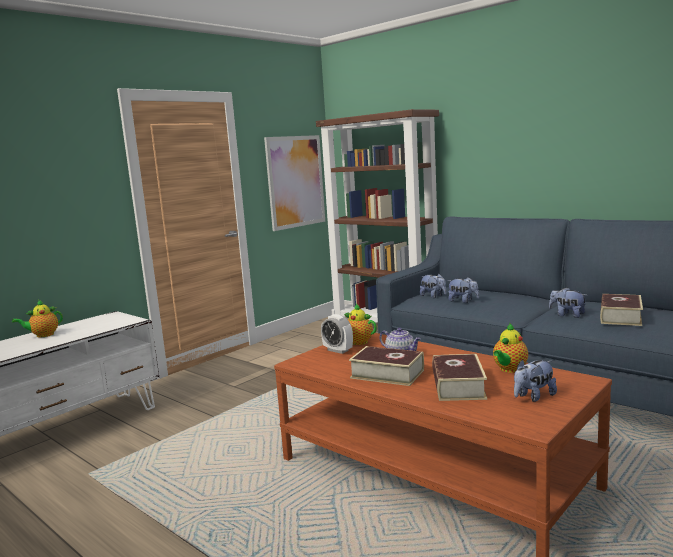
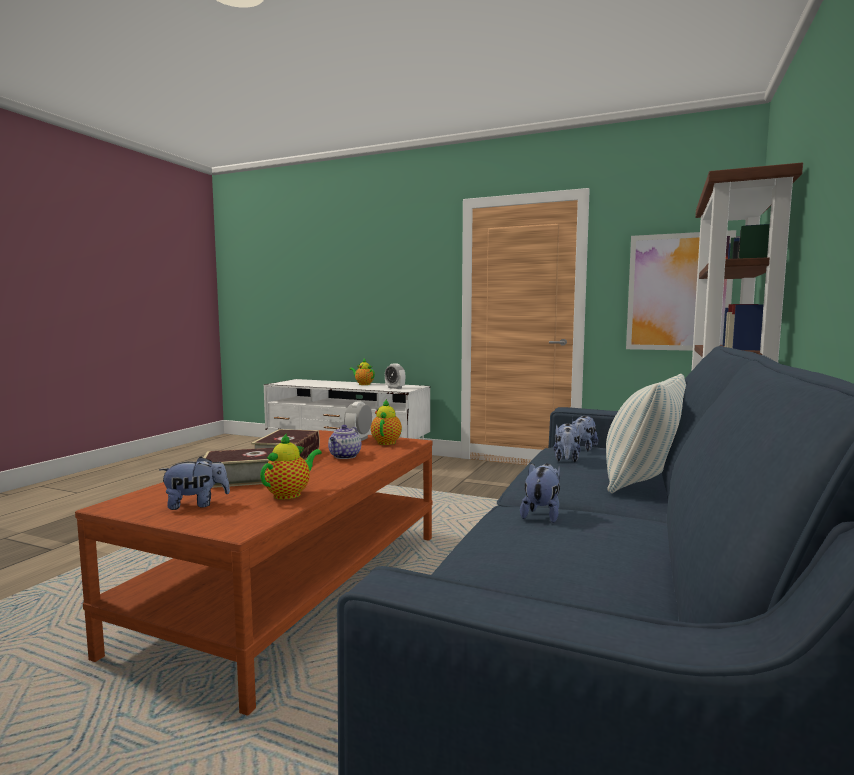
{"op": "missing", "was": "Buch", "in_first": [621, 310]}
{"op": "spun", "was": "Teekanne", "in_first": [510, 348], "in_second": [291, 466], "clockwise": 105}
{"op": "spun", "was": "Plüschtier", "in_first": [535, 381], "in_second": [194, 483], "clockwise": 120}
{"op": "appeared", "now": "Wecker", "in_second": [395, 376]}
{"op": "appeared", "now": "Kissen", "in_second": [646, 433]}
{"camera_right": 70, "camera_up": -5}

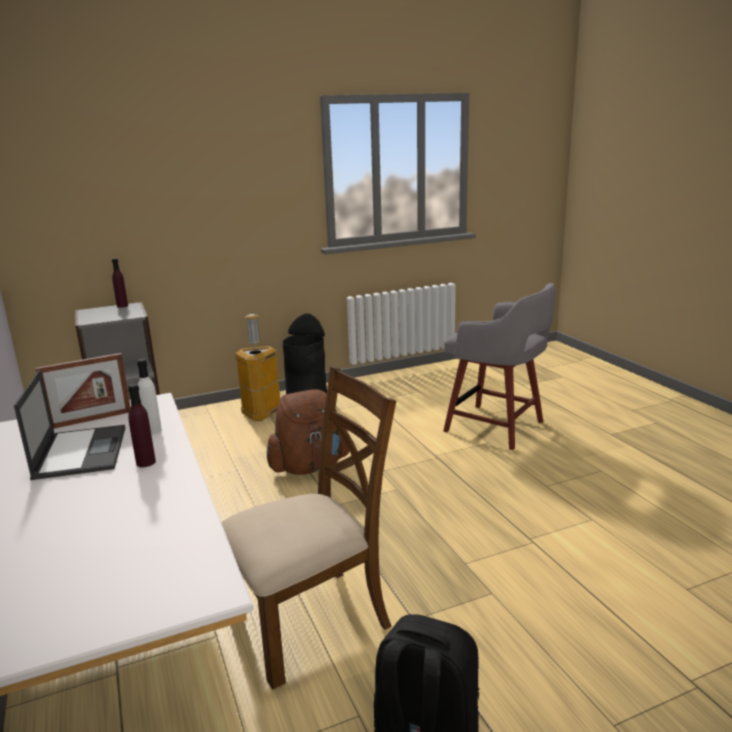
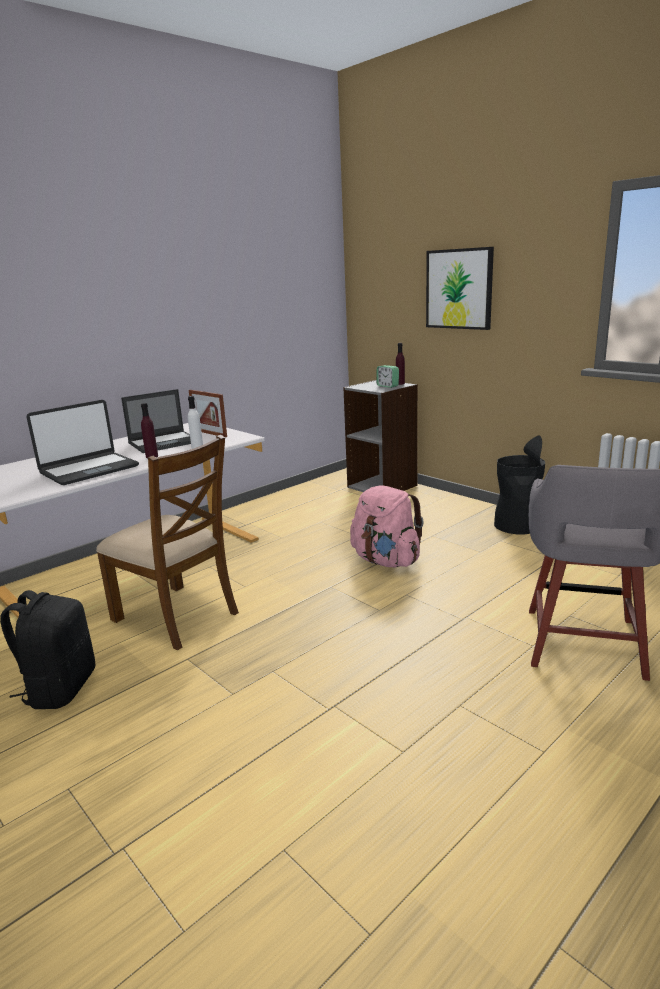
{"op": "missing", "was": "Mülleimer", "in_first": [257, 367]}
{"op": "colour", "was": "Rucksack (braun)", "now": "Rucksack (rosa)", "in_first": [308, 432], "in_second": [387, 526]}
{"op": "appeared", "now": "Bild", "in_second": [460, 288]}
{"op": "appeared", "now": "Wecker", "in_second": [388, 376]}
{"op": "appeared", "now": "Laptop", "in_second": [83, 442]}
{"camera_right": 70, "camera_up": 0}

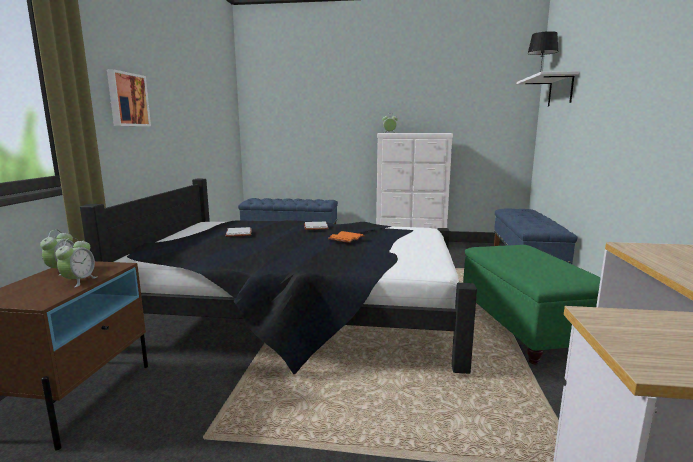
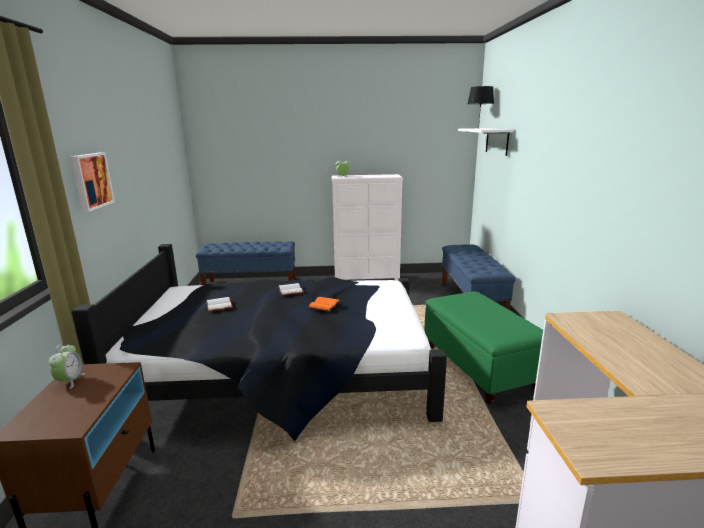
{"op": "missing", "was": "Wecker", "in_first": [76, 262]}
{"camera_right": -10, "camera_up": 5}

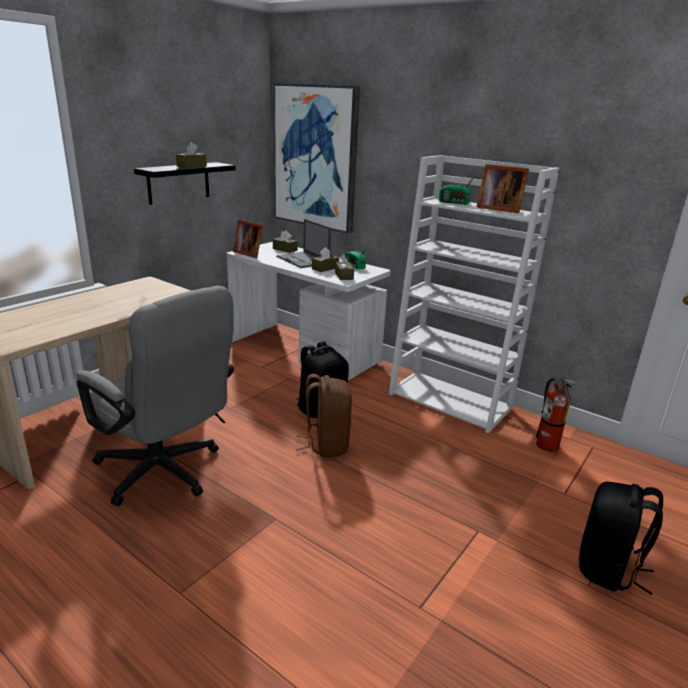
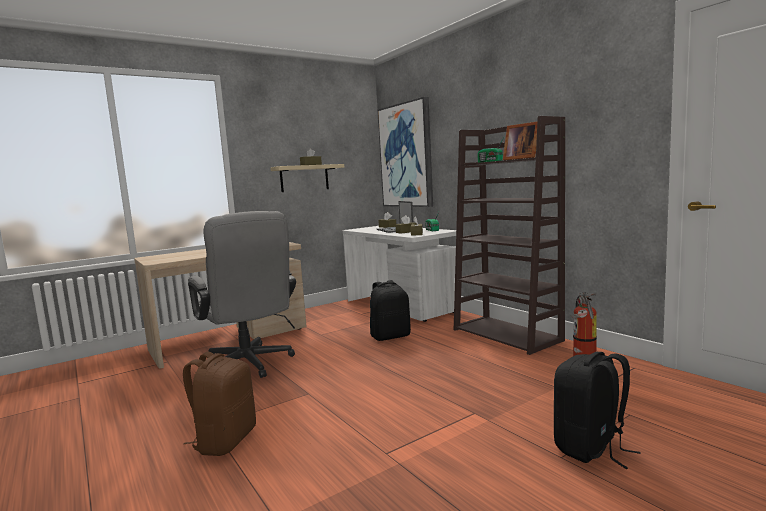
{"op": "colour", "was": "Bücherregal (weiß)", "now": "Bücherregal (braun)", "in_first": [474, 294], "in_second": [509, 235]}
{"op": "colour", "was": "Wandregal (schwarz)", "now": "Wandregal (beige)", "in_first": [185, 183], "in_second": [307, 178]}
{"op": "missing", "was": "Bilderrahmen", "in_first": [248, 238]}
{"op": "relocated", "was": "Rucksack (braun)", "in_first": [324, 415], "in_second": [219, 404]}
{"camera_right": 20, "camera_up": -15}

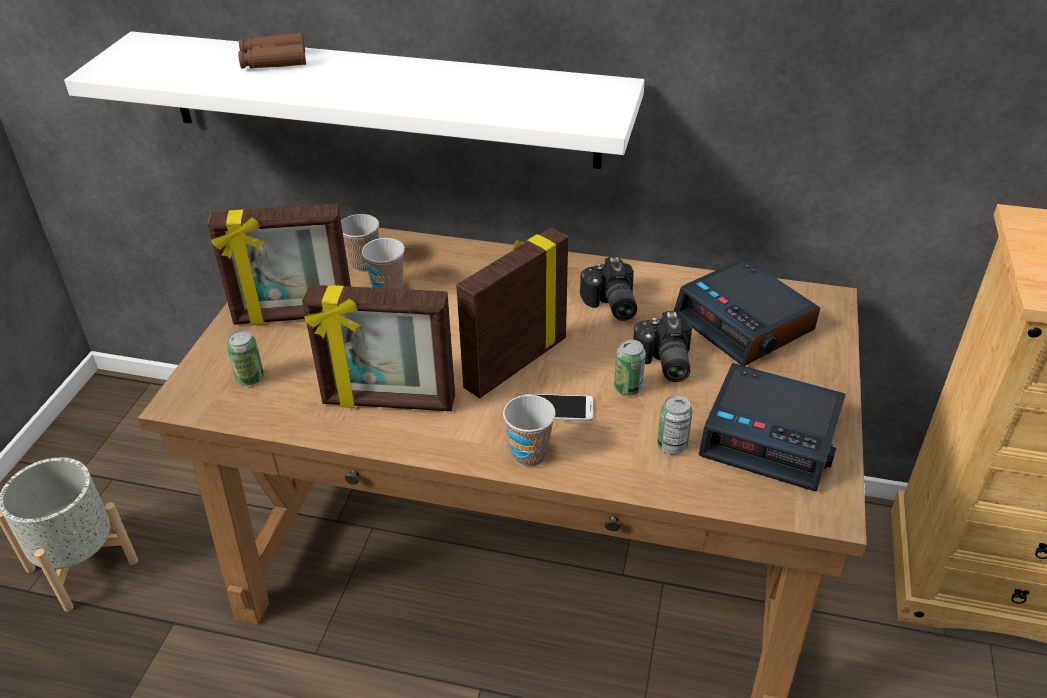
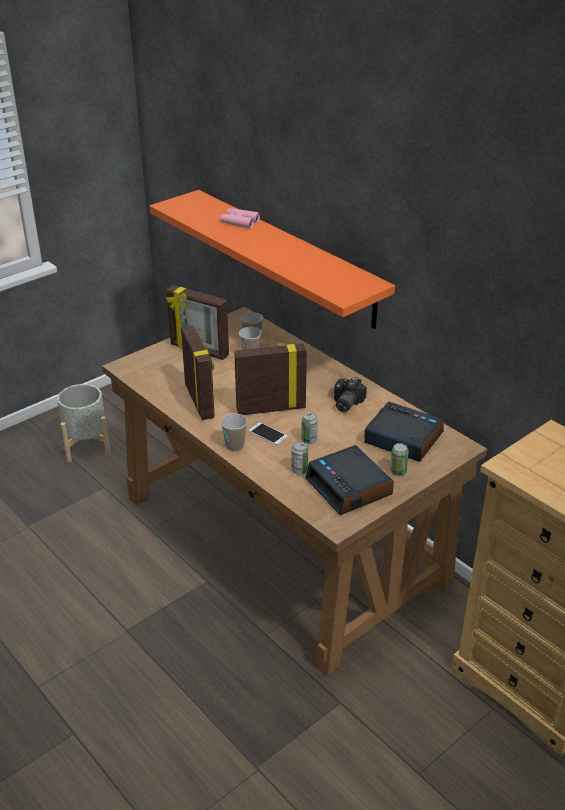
{"op": "colour", "was": "Wandregal (weiß)", "now": "Wandregal (orange)", "in_first": [354, 100], "in_second": [272, 259]}
{"op": "colour", "was": "Fernglas (braun)", "now": "Fernglas (rosa)", "in_first": [272, 51], "in_second": [240, 218]}
{"op": "spun", "was": "Wecker", "in_first": [747, 312], "in_second": [404, 431], "clockwise": 120}
{"op": "spun", "was": "Bilderrahmen", "in_first": [378, 348], "in_second": [197, 372], "clockwise": -150}
{"op": "missing", "was": "Kamera", "in_first": [662, 346]}
{"op": "relocated", "was": "Dose", "in_first": [245, 357], "in_second": [399, 459]}
{"camera_right": 35, "camera_up": -5}

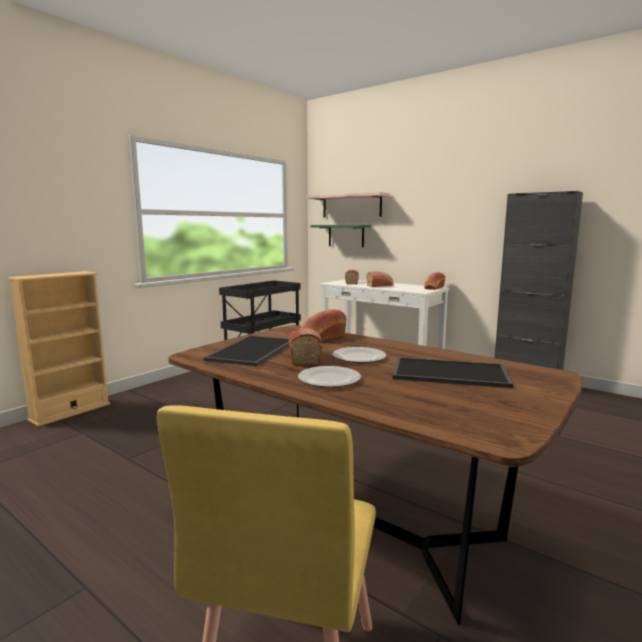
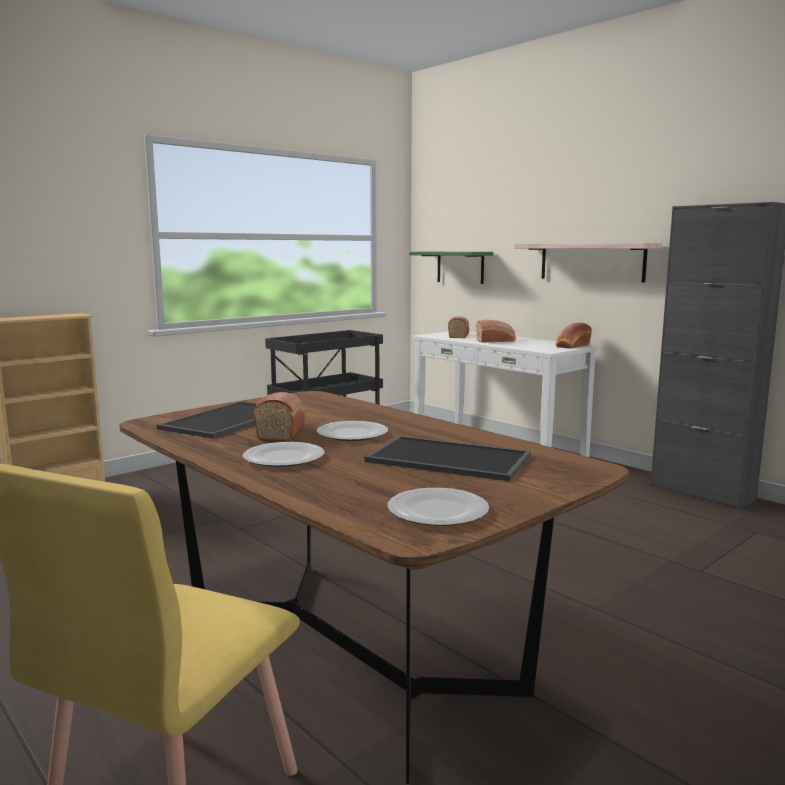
{"op": "relocated", "was": "Wandregal", "in_first": [348, 205], "in_second": [588, 263]}
{"op": "missing", "was": "Brot", "in_first": [324, 325]}
{"op": "appeared", "now": "Teller", "in_second": [438, 507]}
{"camera_right": 10, "camera_up": 0}

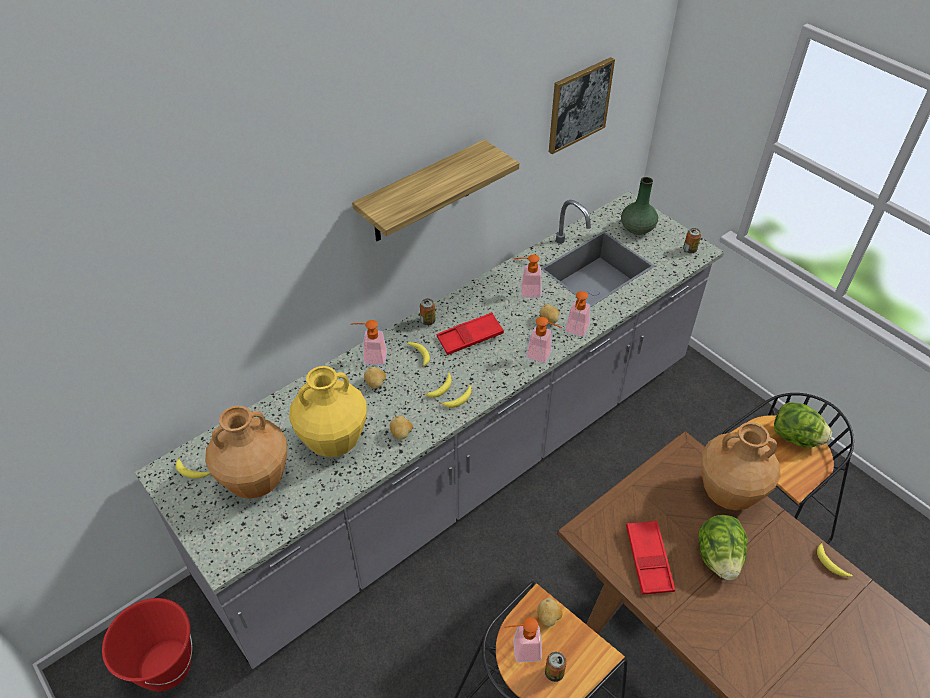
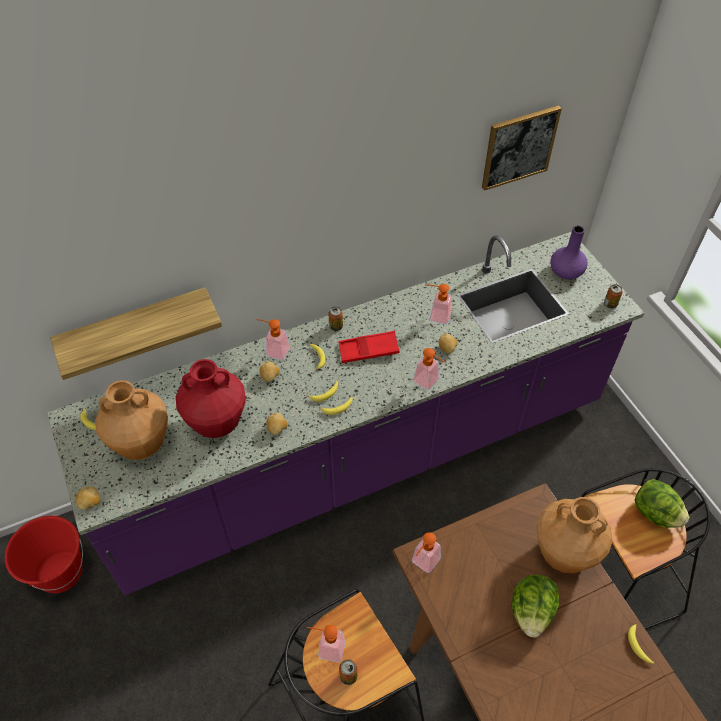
{"op": "relocated", "was": "Wandregal", "in_first": [435, 190], "in_second": [136, 333]}
{"op": "colour", "was": "Vase (grün)", "now": "Vase (lila)", "in_first": [639, 206], "in_second": [569, 252]}
{"op": "colour", "was": "Küchenzeile (grau)", "now": "Küchenzeile (lila)", "in_first": [429, 430], "in_second": [345, 413]}
{"op": "relocated", "was": "Seifenspender", "in_first": [577, 314], "in_second": [426, 552]}
{"op": "colour", "was": "Vase (gelb)", "now": "Vase (rot)", "in_first": [328, 411], "in_second": [211, 398]}
{"op": "missing", "was": "Tablett (rot)", "in_first": [650, 558]}
{"op": "relocated", "was": "Kartoffel", "in_first": [550, 612], "in_second": [88, 498]}
{"camera_right": 15, "camera_up": 5}

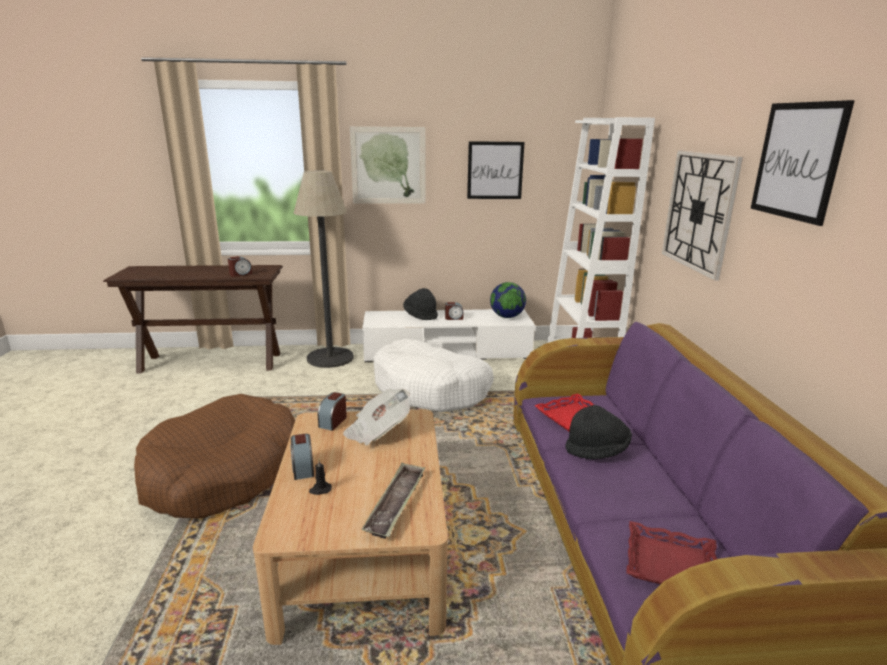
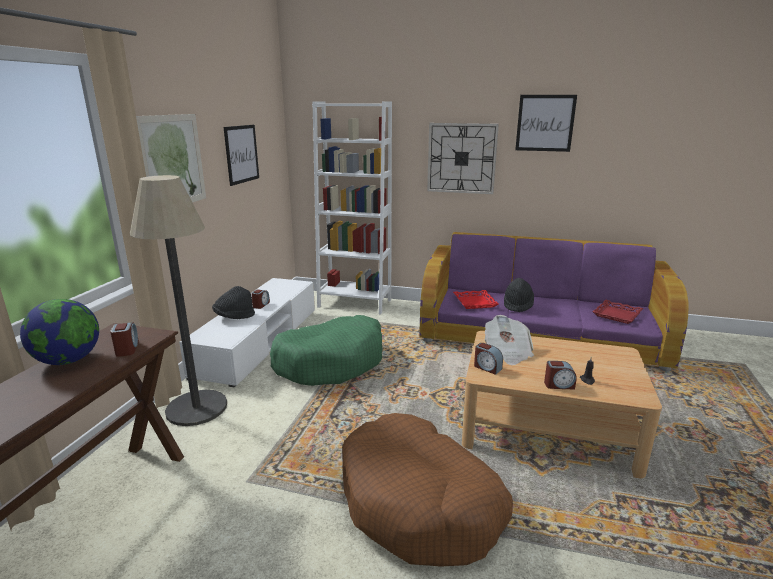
{"op": "relocated", "was": "Globus", "in_first": [508, 300], "in_second": [59, 332]}
{"op": "colour", "was": "Hundebett (weiß)", "now": "Hundebett (grün)", "in_first": [433, 375], "in_second": [326, 350]}
{"op": "missing", "was": "Tablett", "in_first": [393, 500]}
{"camera_right": -70, "camera_up": 0}

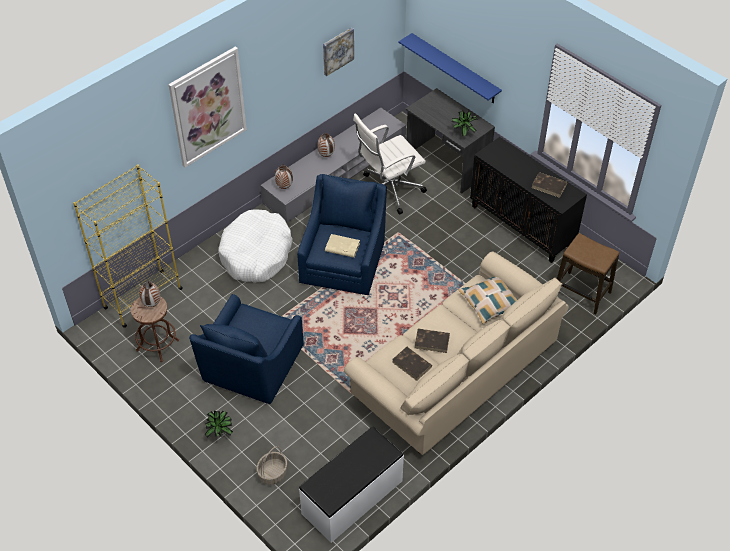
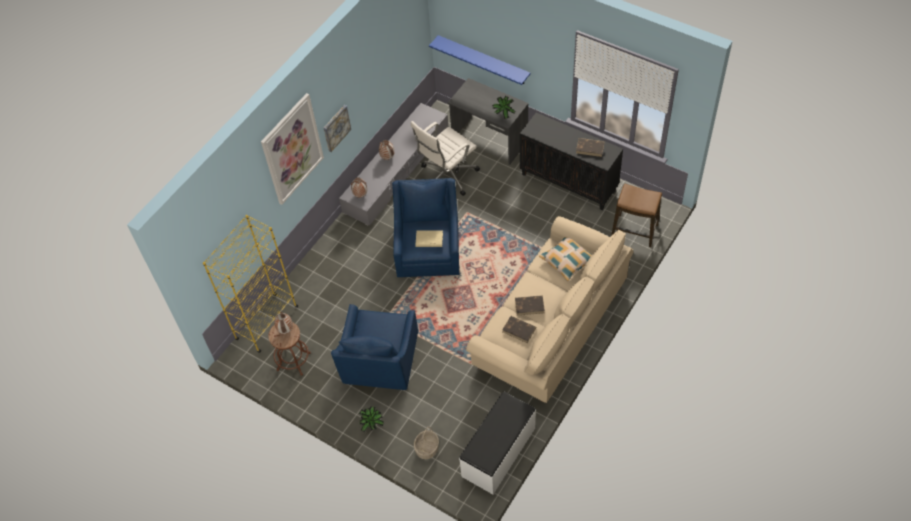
{"op": "relocated", "was": "Bild", "in_first": [338, 51], "in_second": [337, 128]}
{"op": "missing", "was": "Hundebett (weiß)", "in_first": [255, 246]}
{"camera_right": -10, "camera_up": 5}

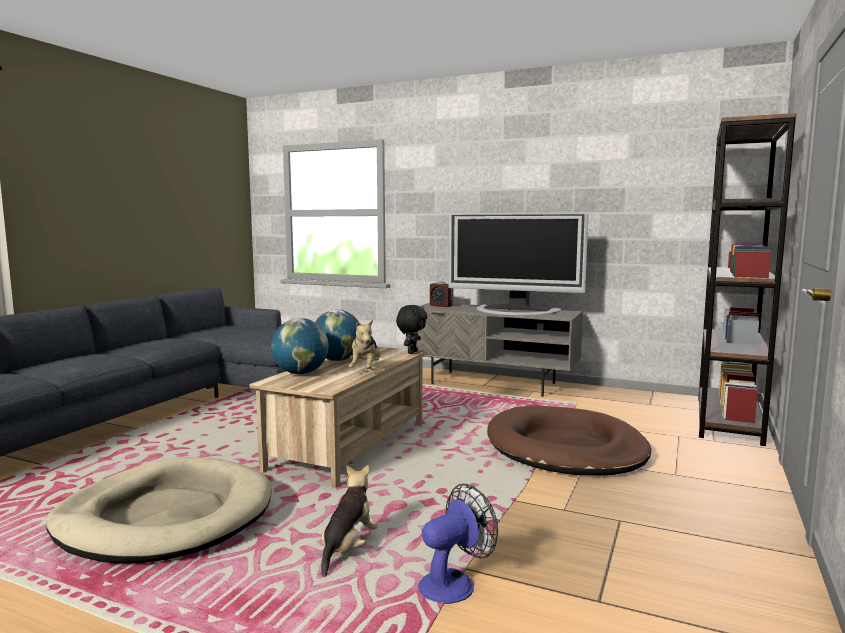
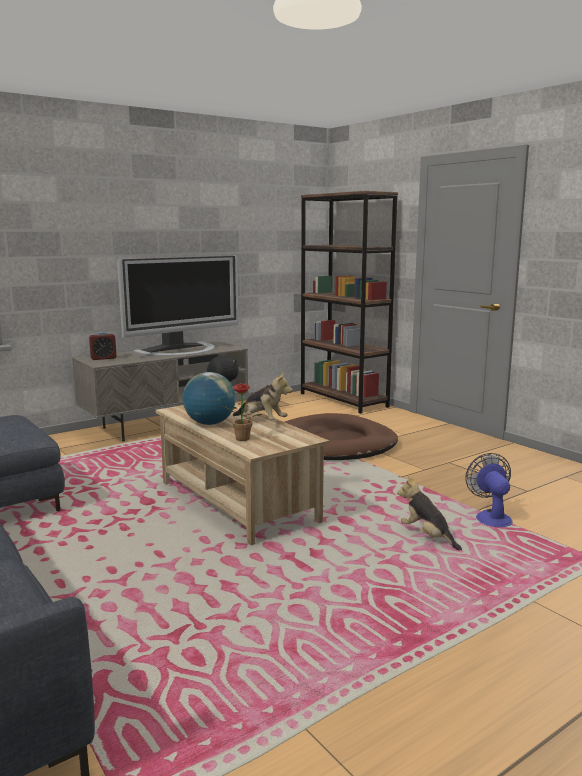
{"op": "exchanged", "was": "Globus", "now": "Topfpflanze", "in_first": [300, 346], "in_second": [242, 412]}
{"op": "missing", "was": "Hundebett (beige)", "in_first": [159, 510]}
{"camera_right": -60, "camera_up": 5}

